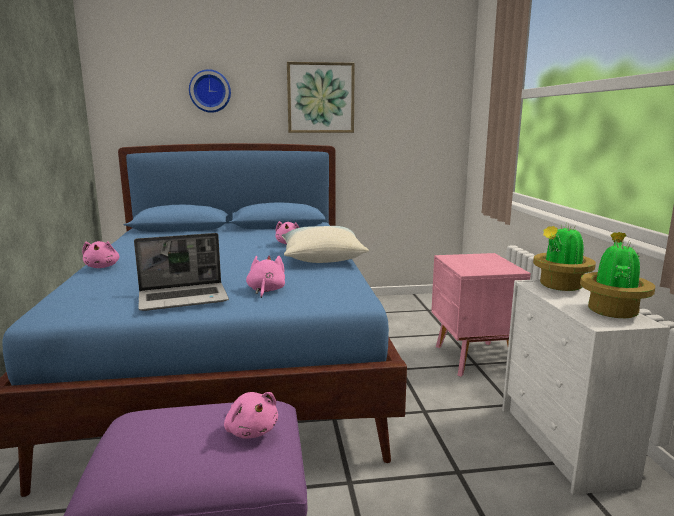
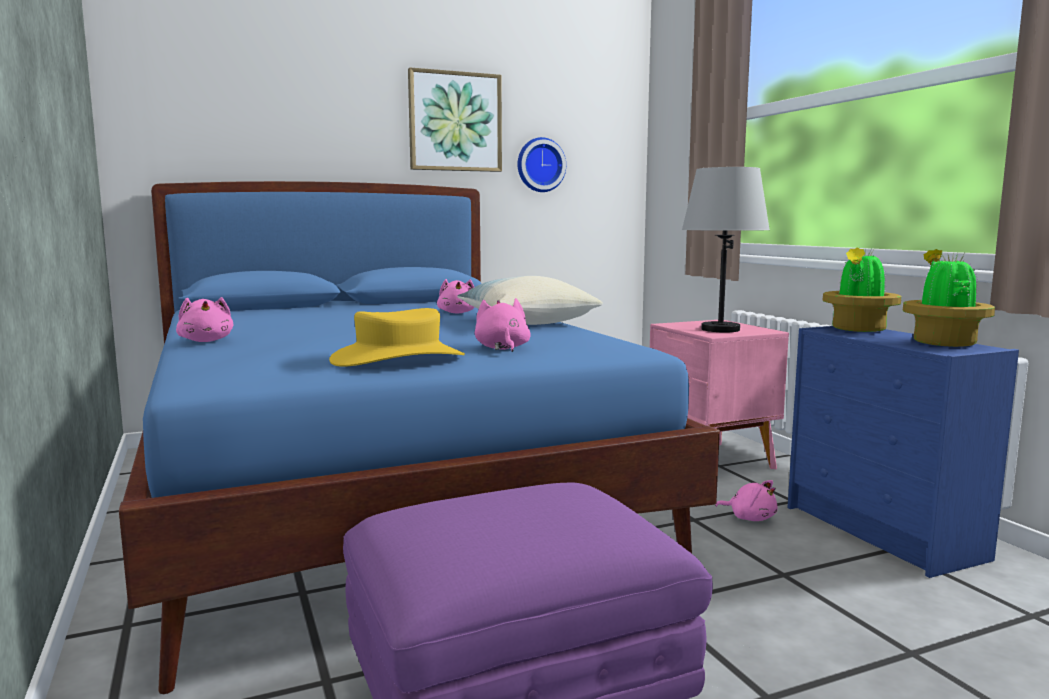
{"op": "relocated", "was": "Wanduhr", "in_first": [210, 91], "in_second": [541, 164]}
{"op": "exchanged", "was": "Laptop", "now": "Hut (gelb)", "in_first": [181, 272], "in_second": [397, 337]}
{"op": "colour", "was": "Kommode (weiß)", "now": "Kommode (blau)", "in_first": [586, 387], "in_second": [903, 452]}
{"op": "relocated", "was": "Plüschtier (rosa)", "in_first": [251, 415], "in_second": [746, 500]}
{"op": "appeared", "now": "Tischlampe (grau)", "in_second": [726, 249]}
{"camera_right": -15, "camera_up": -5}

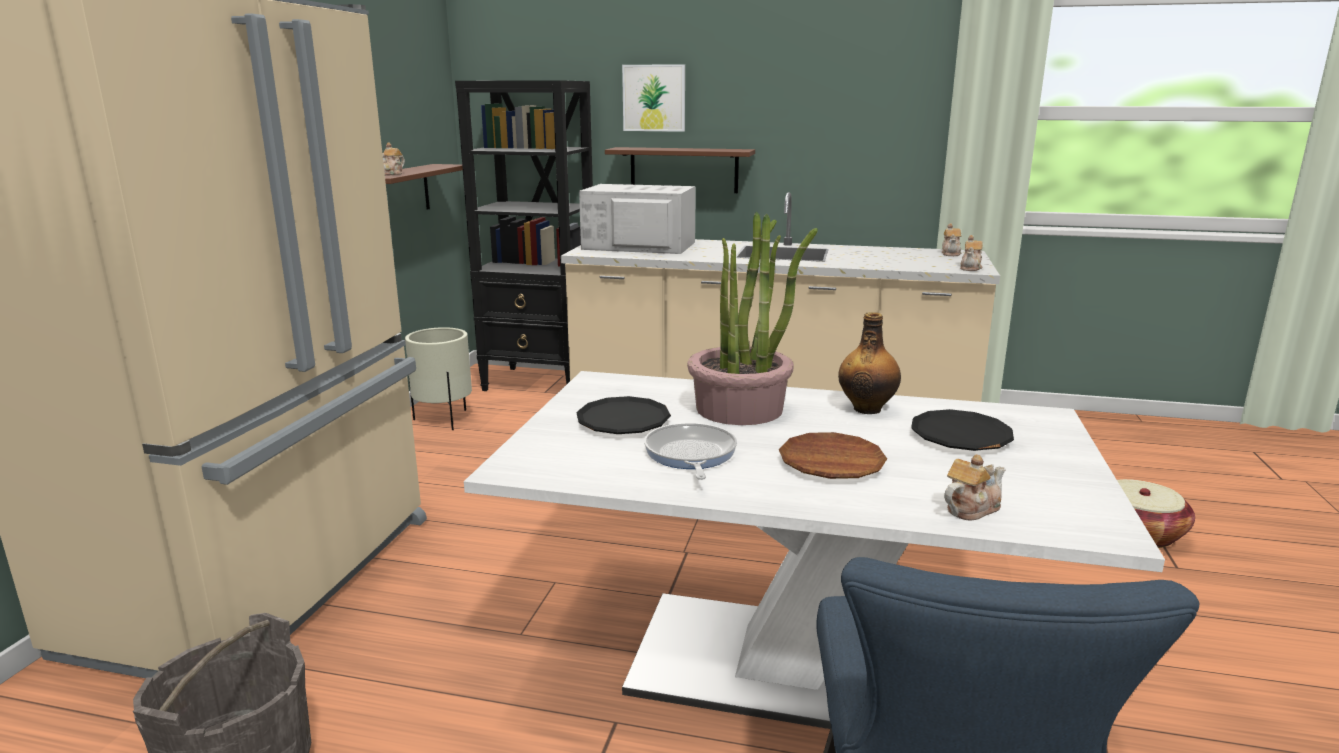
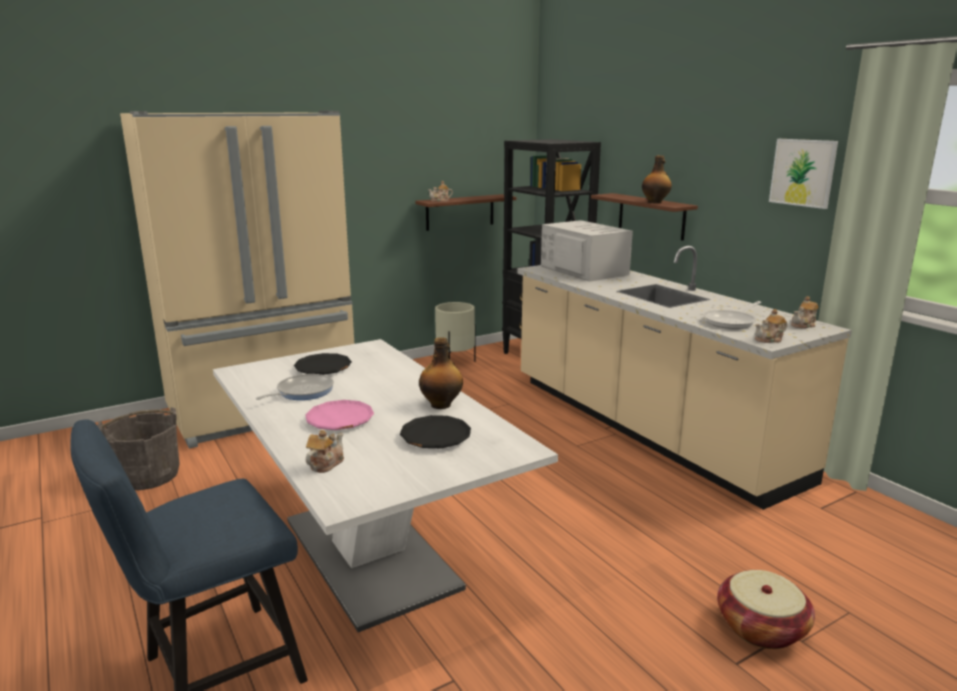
{"op": "relocated", "was": "Bild", "in_first": [653, 98], "in_second": [803, 174]}
{"op": "missing", "was": "Topfpflanze", "in_first": [752, 318]}
{"op": "colour", "was": "Teller (braun)", "now": "Teller (rosa)", "in_first": [833, 455], "in_second": [339, 415]}
{"op": "spun", "was": "Teekanne", "in_first": [975, 487], "in_second": [325, 451], "clockwise": -75}
{"op": "appeared", "now": "Flasche", "in_second": [657, 179]}
{"op": "appeared", "now": "Pfanne", "in_second": [732, 315]}
{"camera_right": 45, "camera_up": 0}

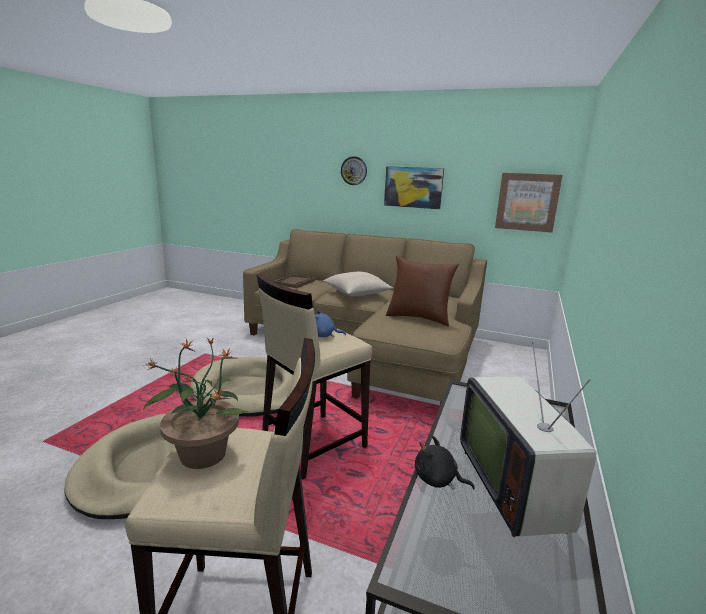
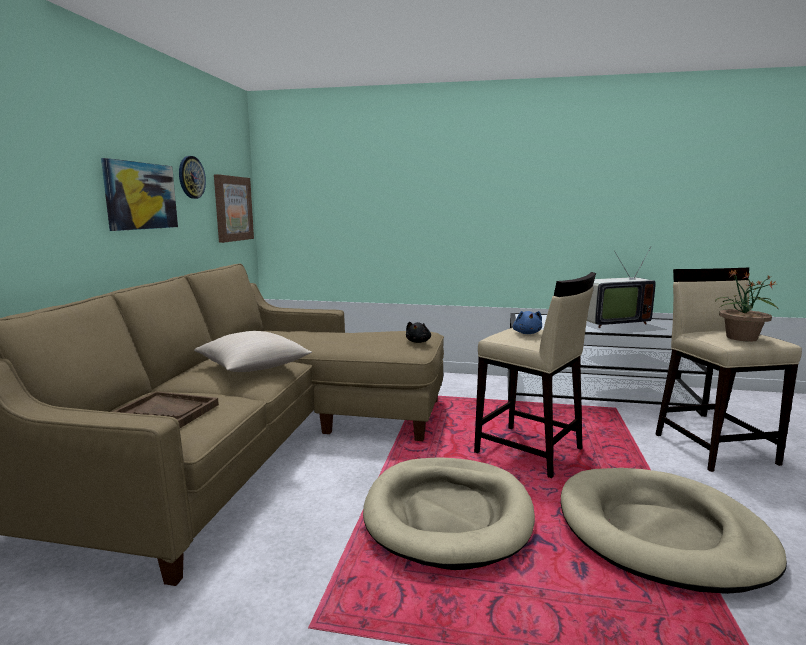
{"op": "relocated", "was": "Wanduhr", "in_first": [354, 170], "in_second": [192, 177]}
{"op": "missing", "was": "Kissen (braun)", "in_first": [422, 291]}
{"op": "relocated", "was": "Plüschtier (schwarz)", "in_first": [445, 463], "in_second": [418, 332]}
{"camera_right": -100, "camera_up": -5}

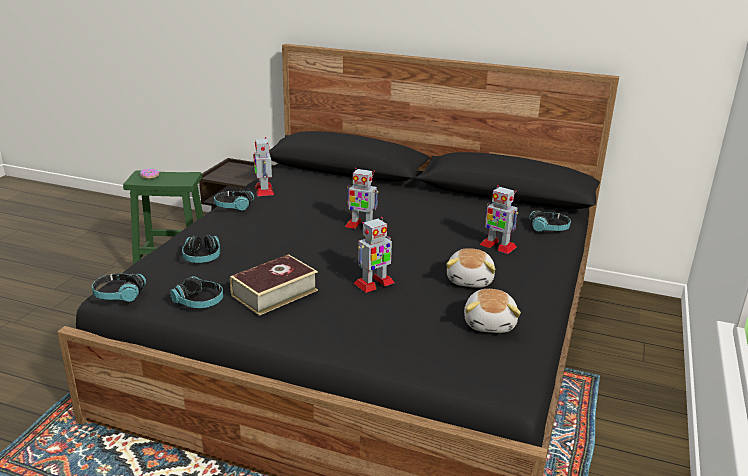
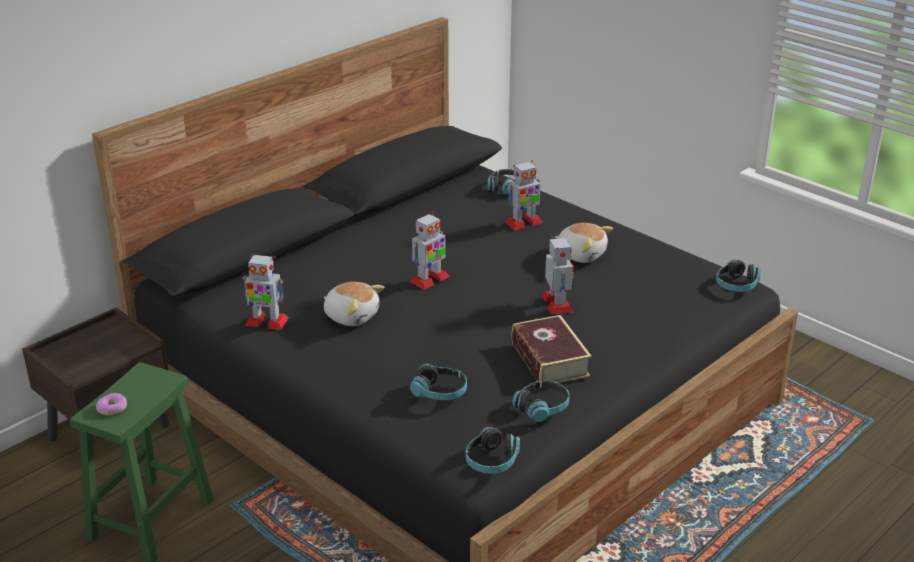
{"op": "relocated", "was": "Kopfhörer", "in_first": [234, 201], "in_second": [738, 276]}
{"op": "relocated", "was": "Plüschtier", "in_first": [492, 311], "in_second": [354, 304]}
{"camera_right": -65, "camera_up": 5}

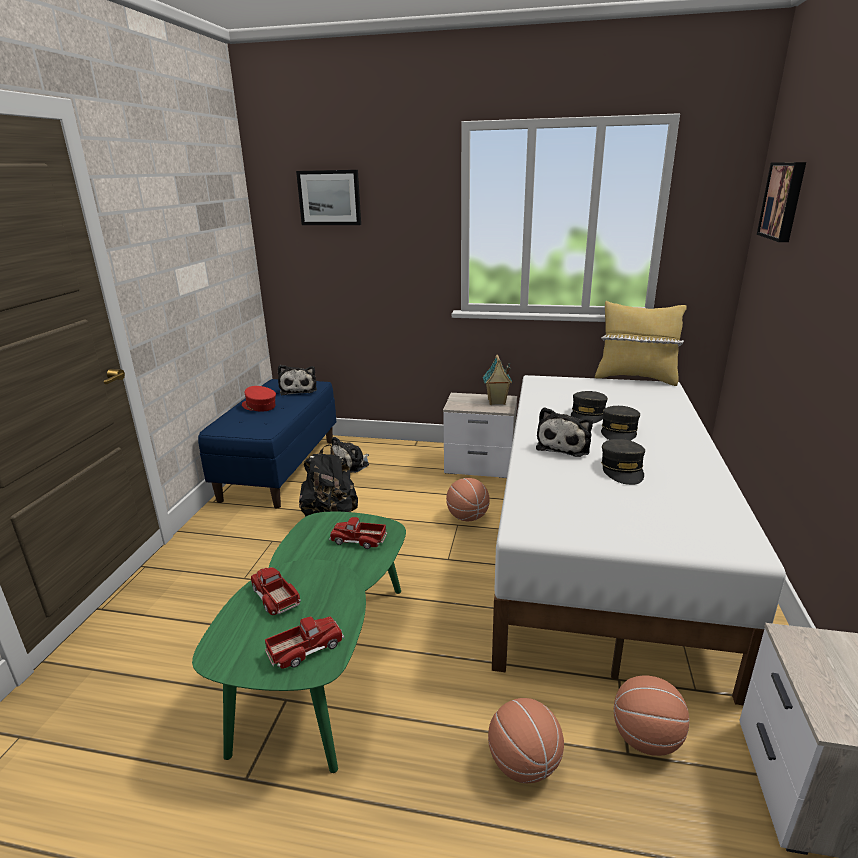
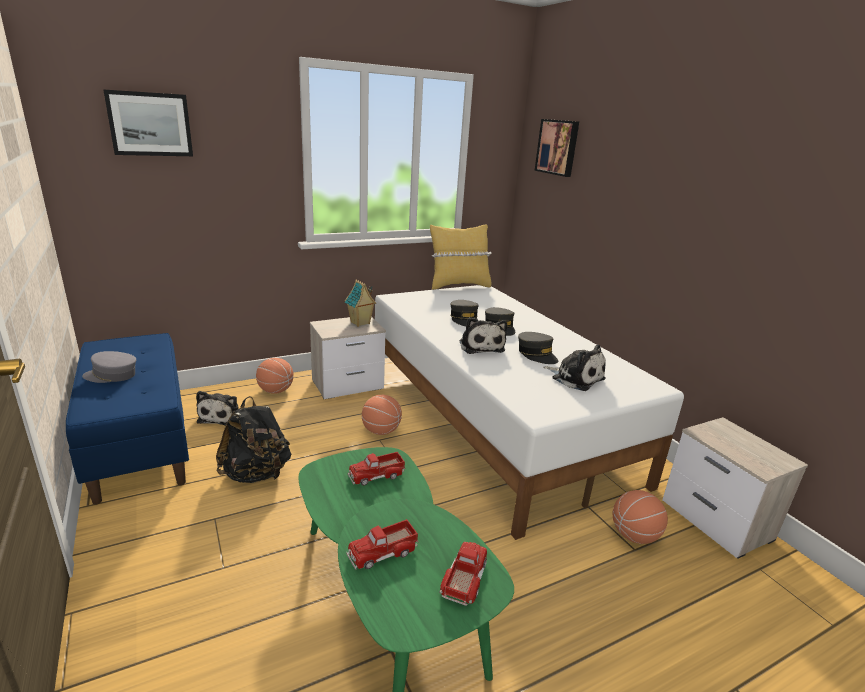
{"op": "relocated", "was": "Plüschtier", "in_first": [297, 380], "in_second": [574, 368]}
{"op": "colour", "was": "Kappe (rot)", "now": "Kappe (grau)", "in_first": [259, 399], "in_second": [109, 367]}
{"op": "spun", "was": "Spielzeuglaster", "in_first": [276, 591], "in_second": [382, 544], "clockwise": -45}
{"op": "relocated", "was": "Basketball", "in_first": [526, 740], "in_second": [275, 376]}
{"camera_right": -40, "camera_up": 0}

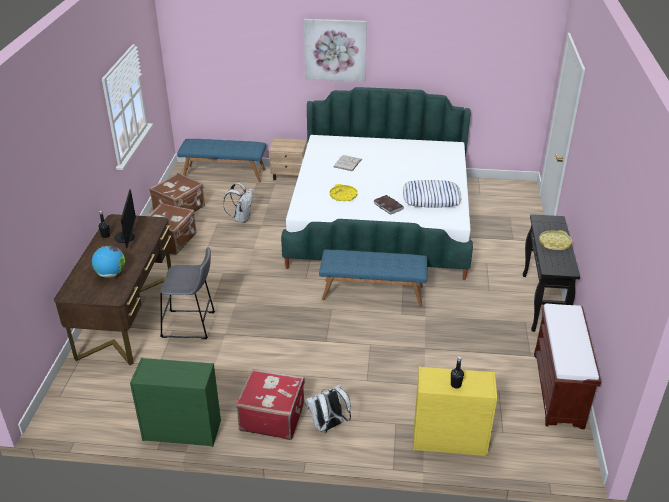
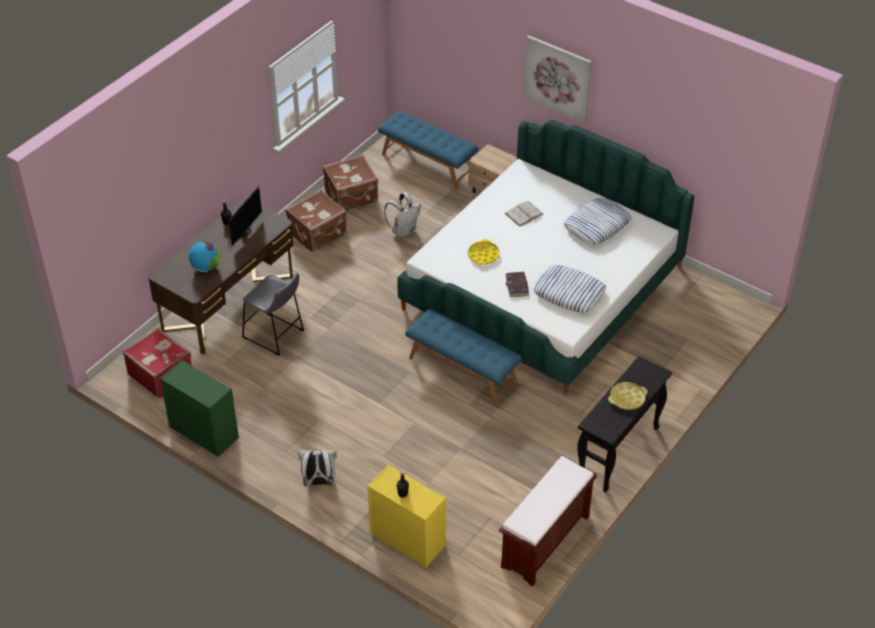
{"op": "relocated", "was": "Koffer (rot)", "in_first": [270, 404], "in_second": [157, 363]}
{"op": "appeared", "now": "Kissen", "in_second": [598, 221]}
{"camera_right": 30, "camera_up": 10}

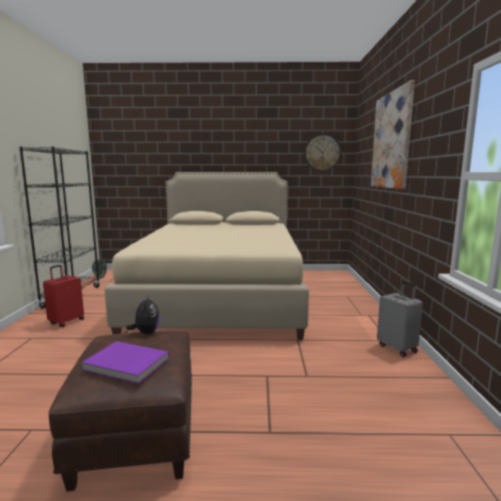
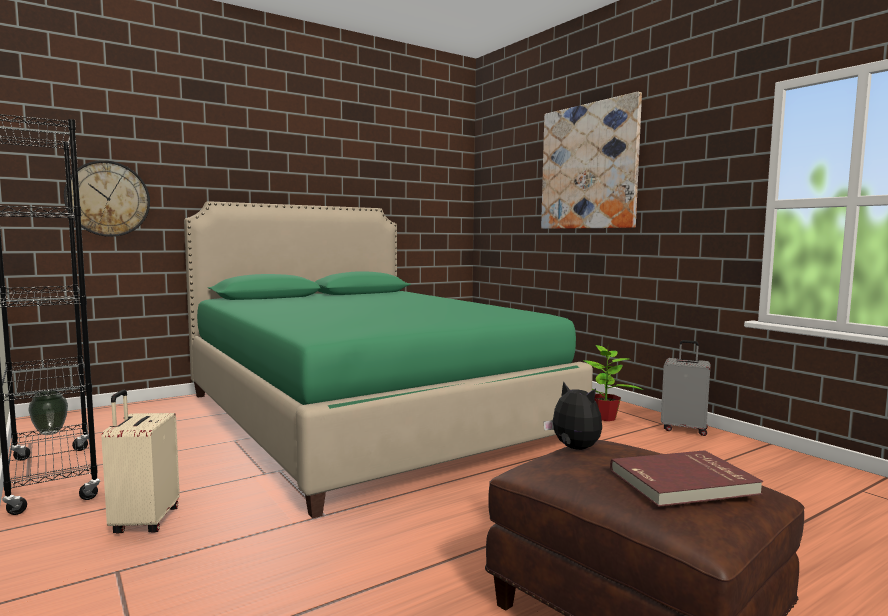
{"op": "relocated", "was": "Wanduhr", "in_first": [322, 152], "in_second": [107, 198]}
{"op": "colour", "was": "Bett (beige)", "now": "Bett (grün)", "in_first": [207, 256], "in_second": [388, 360]}
{"op": "colour", "was": "Koffer (rot)", "now": "Koffer (beige)", "in_first": [63, 296], "in_second": [140, 461]}
{"op": "colour", "was": "Buch (lila)", "now": "Buch (rot)", "in_first": [125, 362], "in_second": [686, 478]}
{"op": "appeared", "now": "Topfpflanze", "in_second": [613, 382]}
{"camera_right": -35, "camera_up": -5}

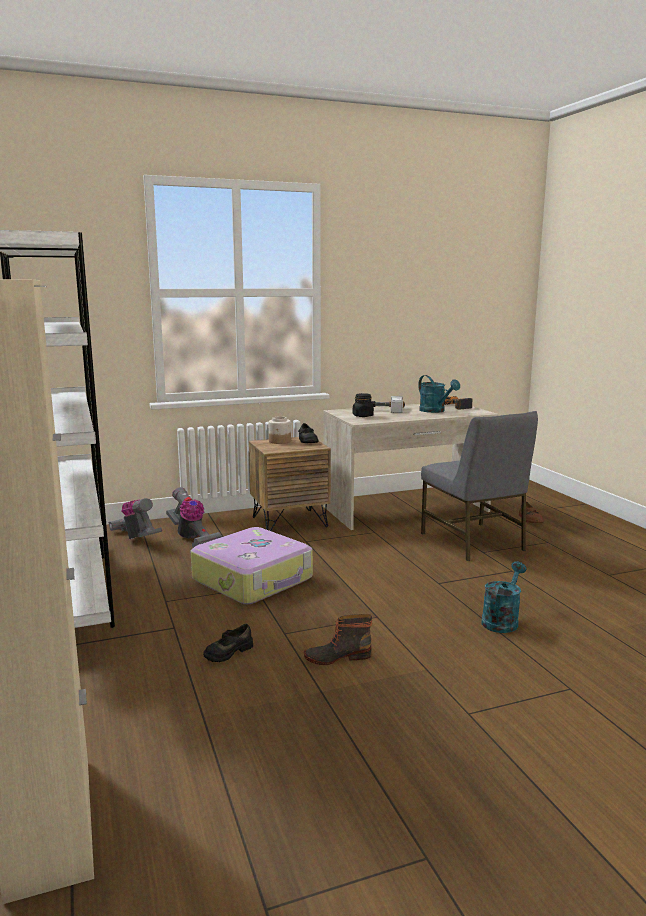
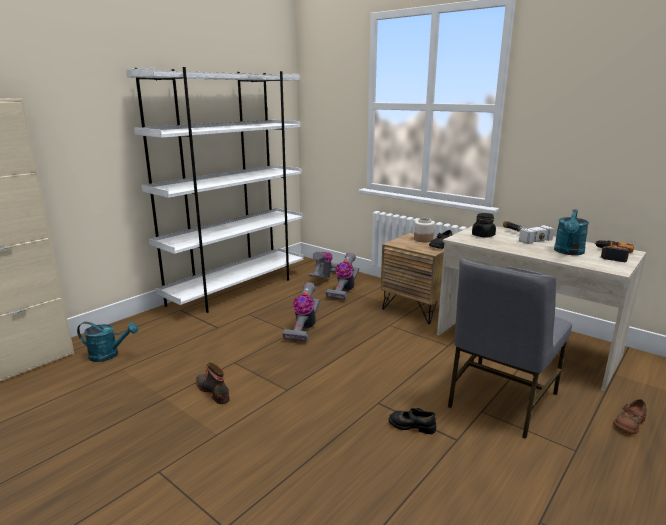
{"op": "exchanged", "was": "Koffer", "now": "Staubsauger", "in_first": [252, 565], "in_second": [301, 312]}
{"op": "relocated", "was": "Gießkanne (türkis)", "in_first": [504, 597], "in_second": [107, 342]}
{"op": "relocated", "was": "Schuh (schwarz)", "in_first": [228, 643], "in_second": [412, 421]}
{"camera_right": 60, "camera_up": 5}

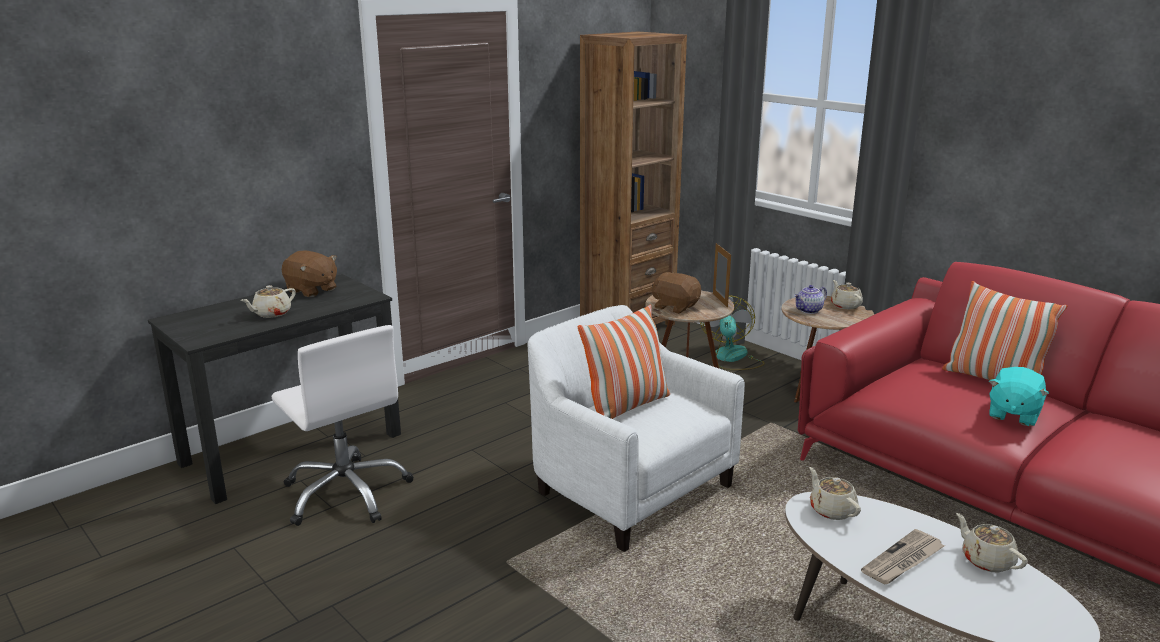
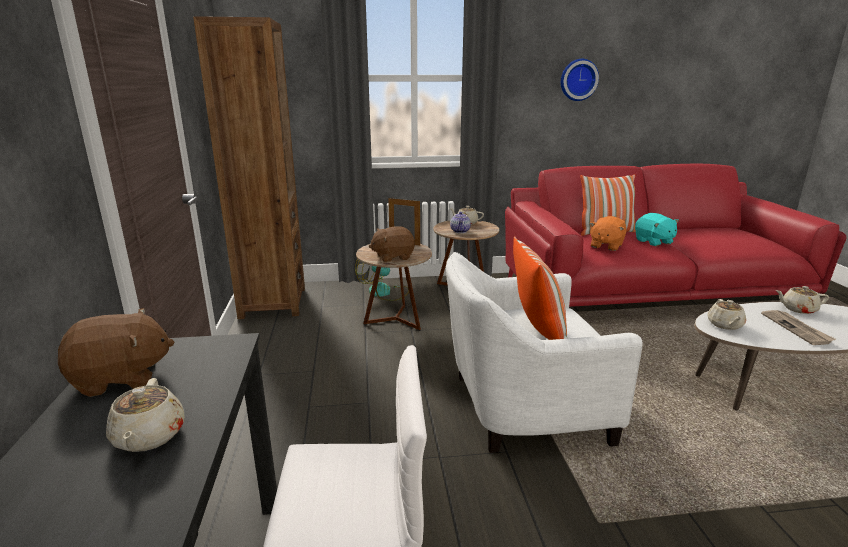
{"op": "spun", "was": "Teekanne (beige)", "in_first": [835, 493], "in_second": [726, 314], "clockwise": -90}
{"op": "appeared", "now": "Wanduhr", "in_second": [580, 80]}
{"op": "appeared", "now": "Plüschtier (orange)", "in_second": [608, 233]}
{"camera_right": -55, "camera_up": 0}

